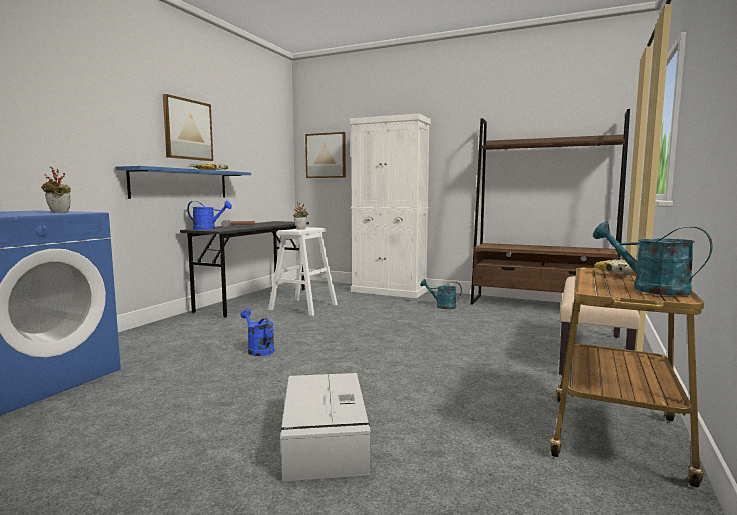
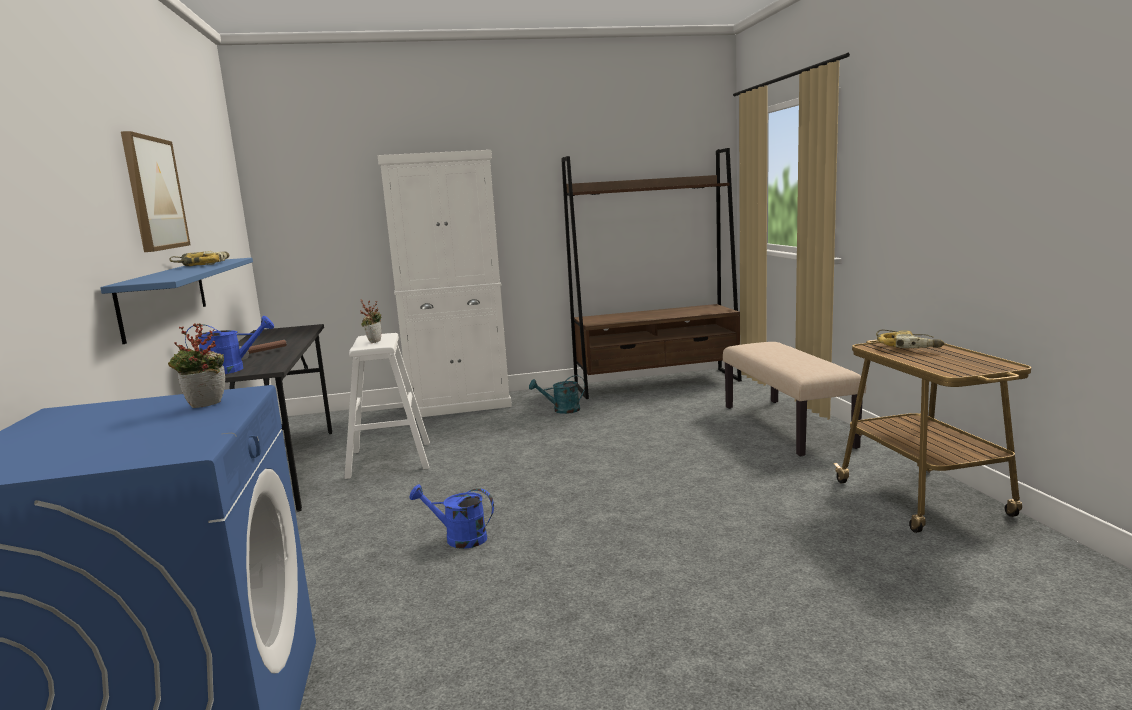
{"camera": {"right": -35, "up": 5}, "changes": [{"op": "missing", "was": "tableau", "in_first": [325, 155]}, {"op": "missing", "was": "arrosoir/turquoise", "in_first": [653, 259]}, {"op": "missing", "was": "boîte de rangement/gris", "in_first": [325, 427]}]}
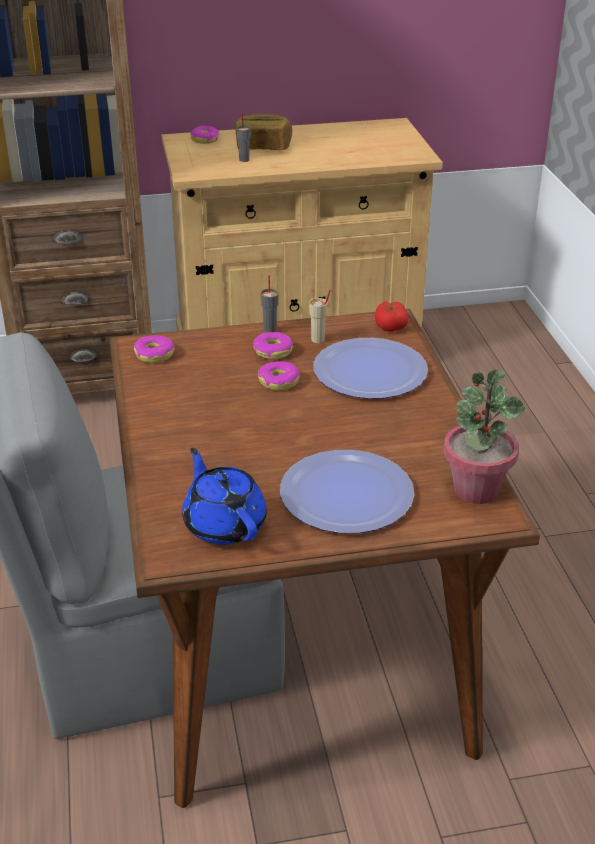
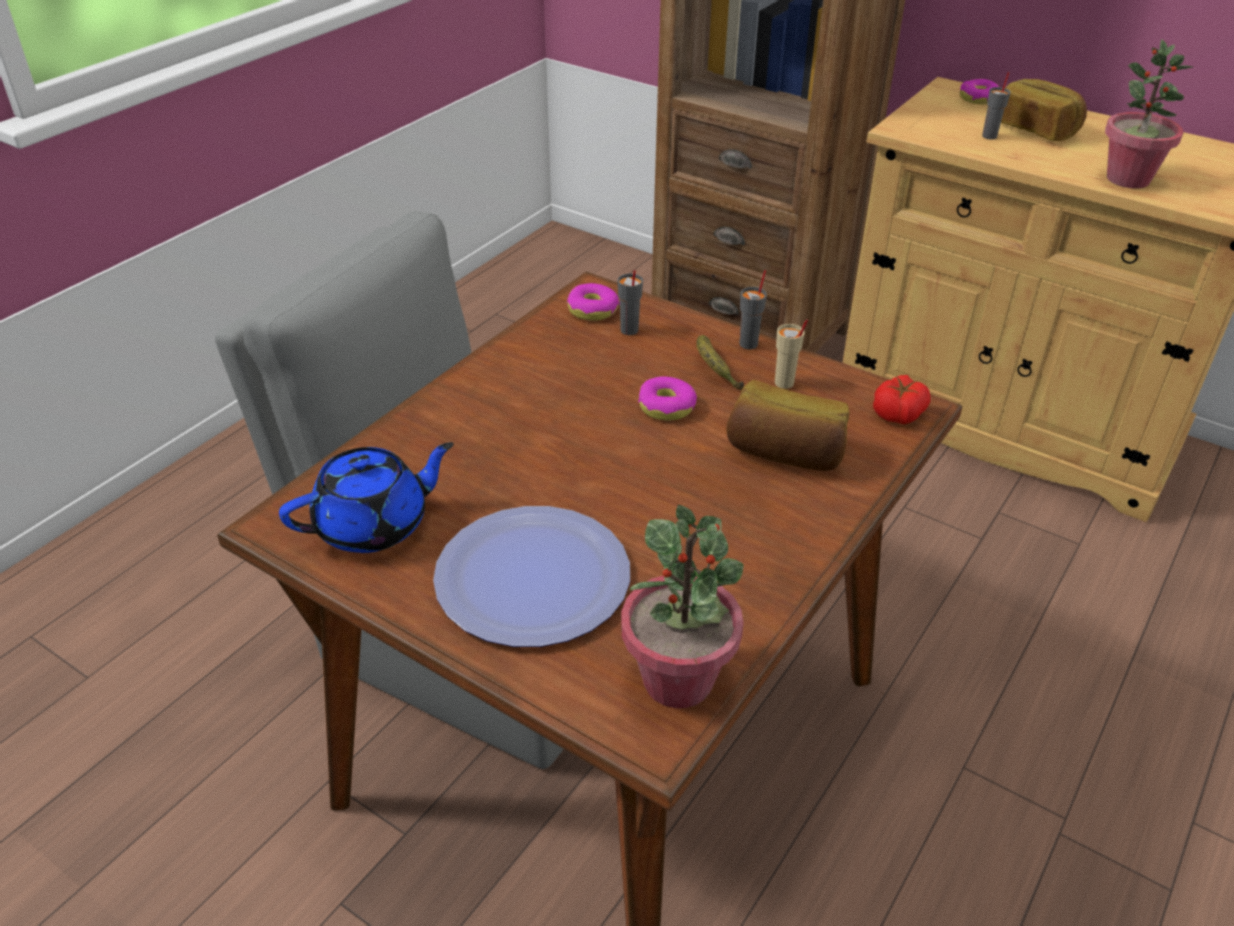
{"camera": {"right": 45, "up": 5}, "changes": [{"op": "exchanged", "was": "beignet", "now": "banane", "in_first": [273, 345], "in_second": [720, 362]}, {"op": "exchanged", "was": "assiette", "now": "pain", "in_first": [370, 368], "in_second": [787, 425]}, {"op": "spun", "was": "théière/bleu", "in_first": [224, 496], "in_second": [366, 497], "clockwise": 45}, {"op": "appeared", "now": "plante en pot", "in_second": [1149, 113]}, {"op": "appeared", "now": "tasse/gris", "in_second": [630, 302]}]}
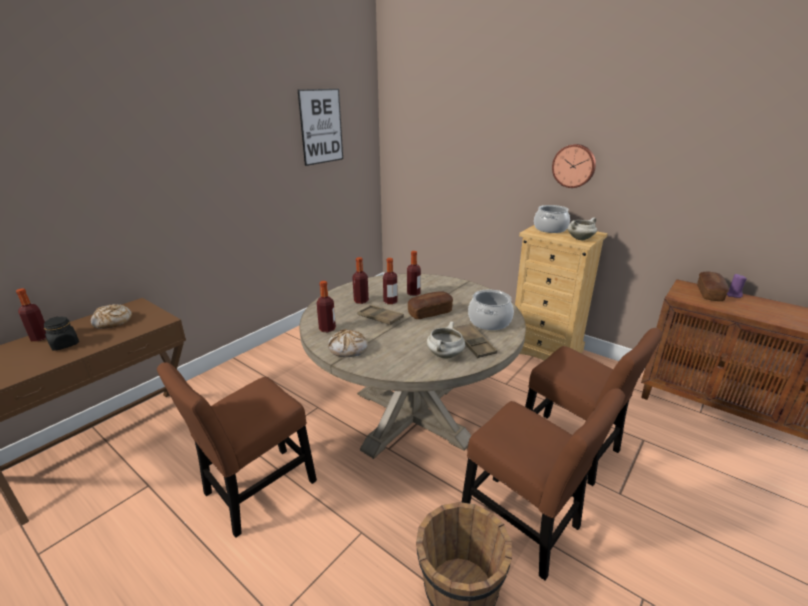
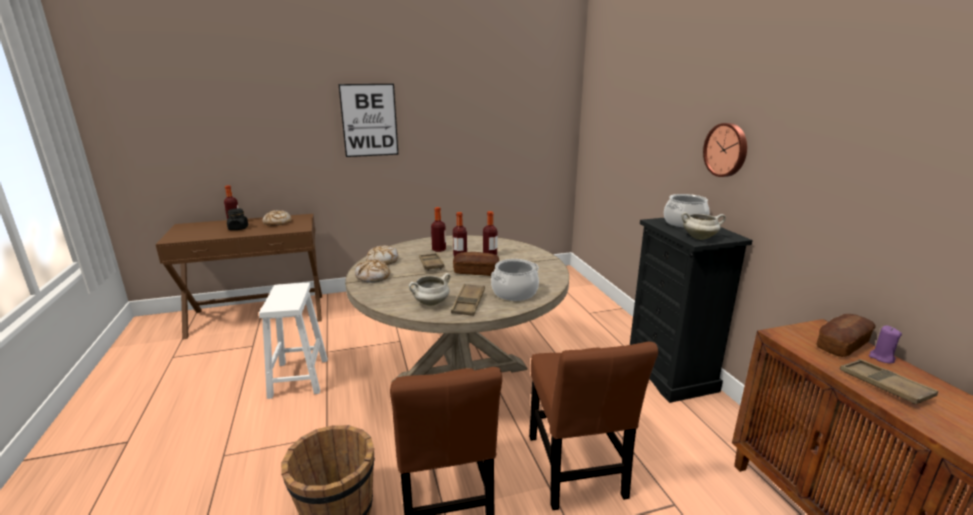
{"camera": {"right": 35, "up": -5}, "changes": [{"op": "relocated", "was": "tableau", "in_first": [320, 127], "in_second": [368, 120]}, {"op": "colour", "was": "commode/beige", "now": "commode/noir", "in_first": [561, 292], "in_second": [691, 310]}, {"op": "exchanged", "was": "bouteille", "now": "pain", "in_first": [326, 306], "in_second": [382, 255]}, {"op": "exchanged", "was": "chaise/marron", "now": "tabouret/blanc", "in_first": [237, 450], "in_second": [293, 341]}, {"op": "appeared", "now": "plateau/marron", "in_second": [889, 381]}]}
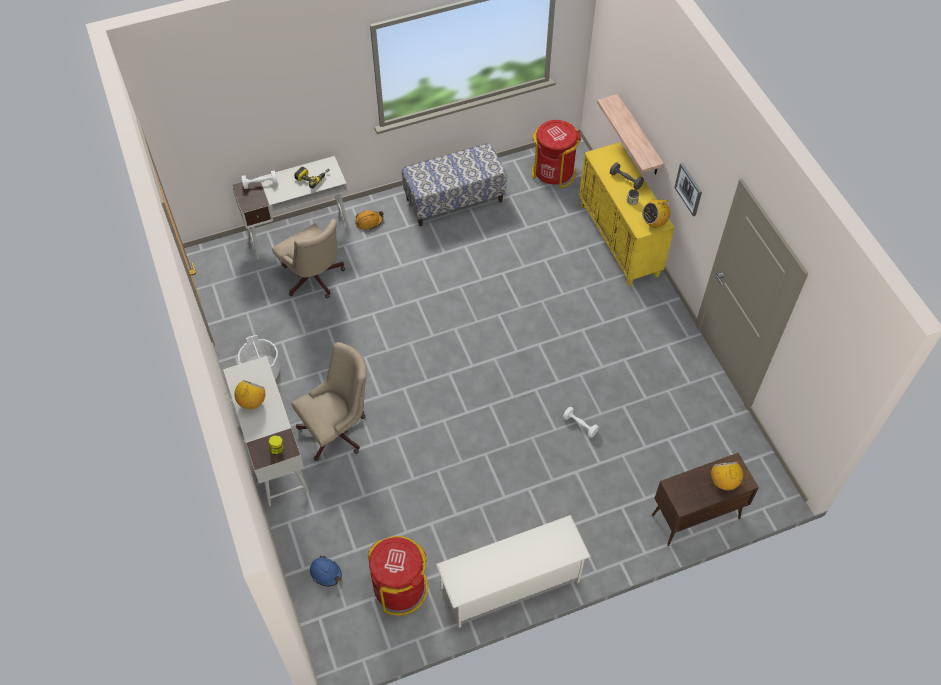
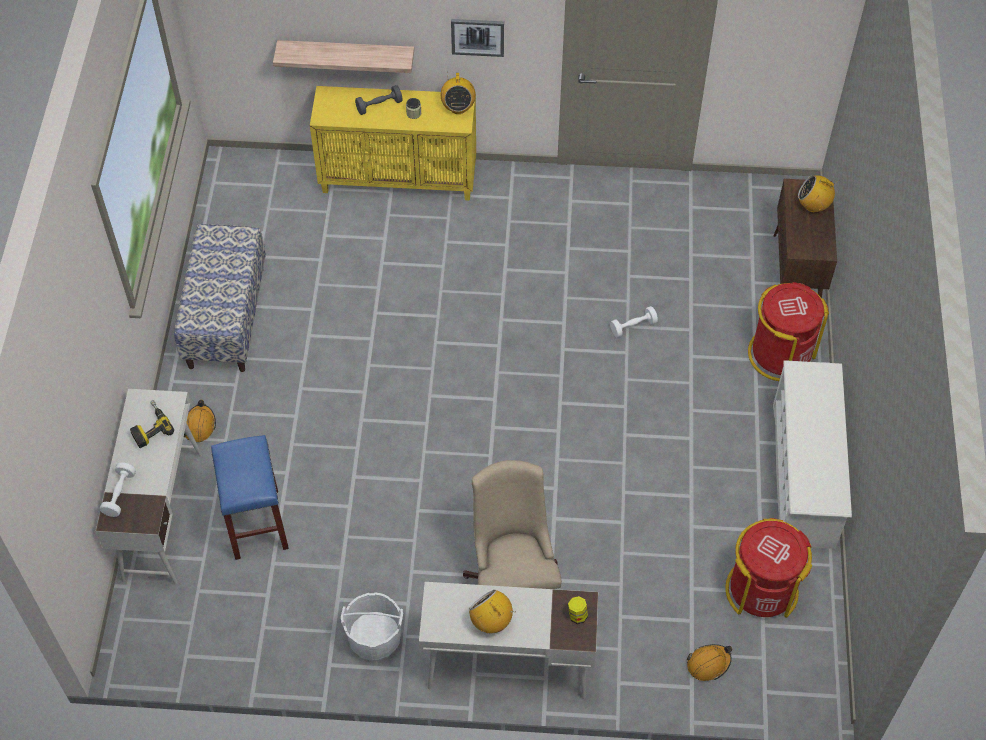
{"camera": {"right": -65, "up": 0}, "changes": [{"op": "relocated", "was": "poubelle/rouge", "in_first": [556, 154], "in_second": [788, 331]}, {"op": "exchanged", "was": "chaise de bureau/beige", "now": "tabouret/bleu", "in_first": [308, 258], "in_second": [250, 497]}, {"op": "colour", "was": "casque de chantier/bleu", "now": "casque de chantier/orange", "in_first": [326, 571], "in_second": [709, 662]}]}
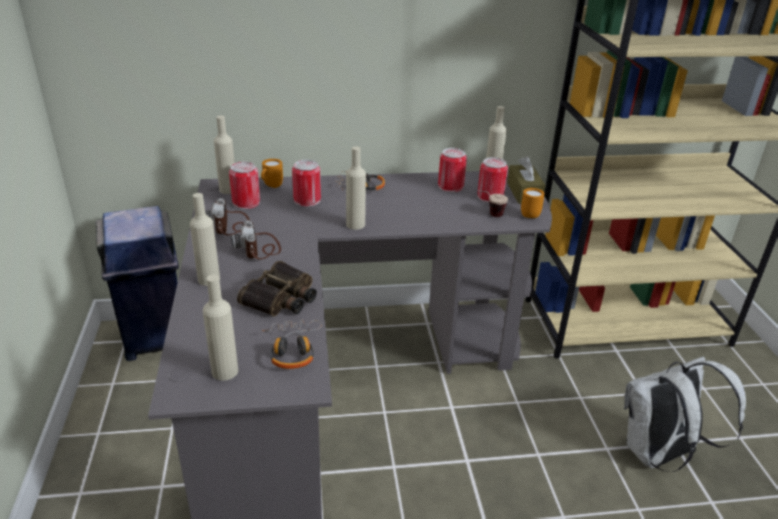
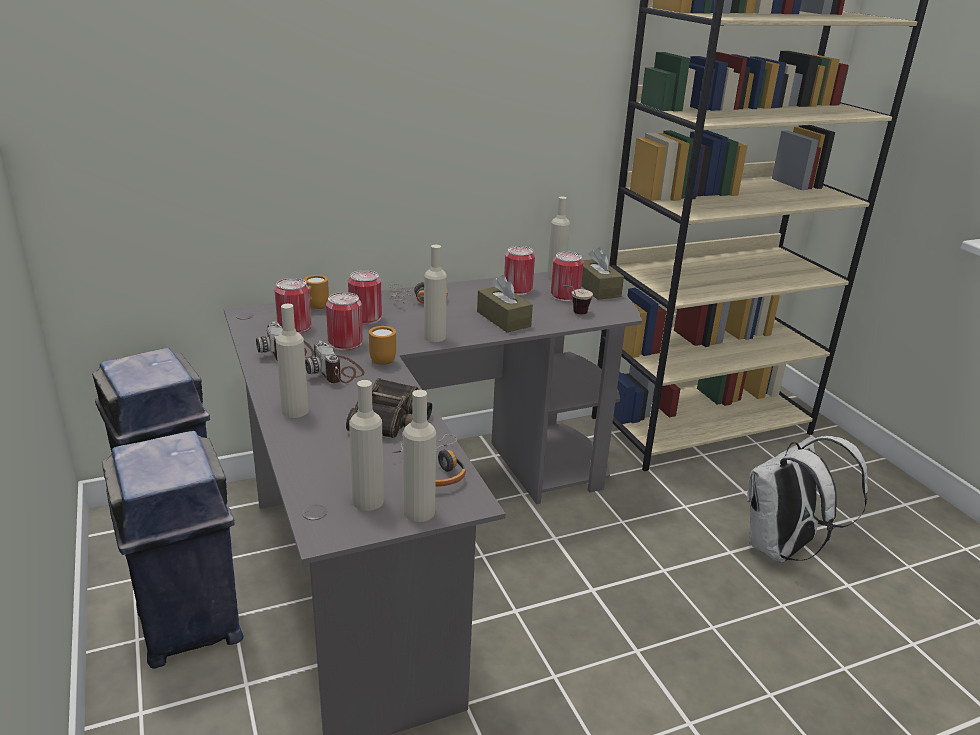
{"camera": {"right": -15, "up": -5}, "changes": [{"op": "relocated", "was": "bouteille/beige", "in_first": [224, 154], "in_second": [419, 456]}, {"op": "relocated", "was": "mug/orange", "in_first": [533, 203], "in_second": [382, 345]}, {"op": "appeared", "now": "boîte à mouchoirs/marron", "in_second": [505, 303]}, {"op": "appeared", "now": "boîte métallique", "in_second": [344, 321]}, {"op": "appeared", "now": "poubelle/bleu", "in_second": [172, 550]}]}
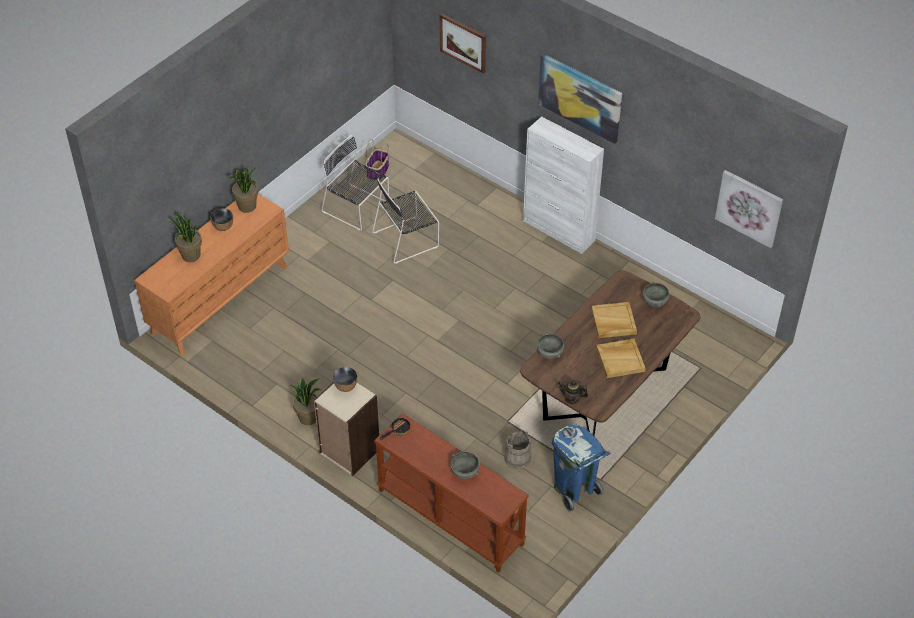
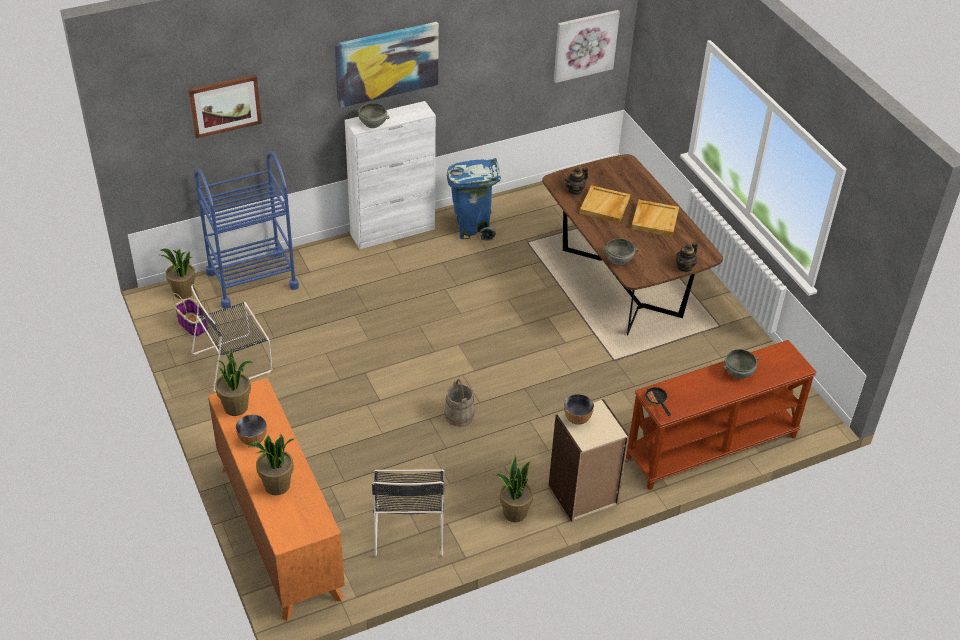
{"camera": {"right": -65, "up": -5}, "changes": [{"op": "relocated", "was": "chaise/noir", "in_first": [405, 221], "in_second": [408, 513]}, {"op": "relocated", "was": "bol/gris", "in_first": [656, 294], "in_second": [373, 115]}, {"op": "relocated", "was": "poubelle/bleu", "in_first": [581, 468], "in_second": [474, 199]}, {"op": "relocated", "was": "seau/beige", "in_first": [517, 449], "in_second": [459, 403]}, {"op": "appeared", "now": "chariot/bleu", "in_second": [247, 230]}, {"op": "appeared", "now": "théière", "in_second": [576, 181]}, {"op": "appeared", "now": "plante en pot", "in_second": [177, 273]}]}
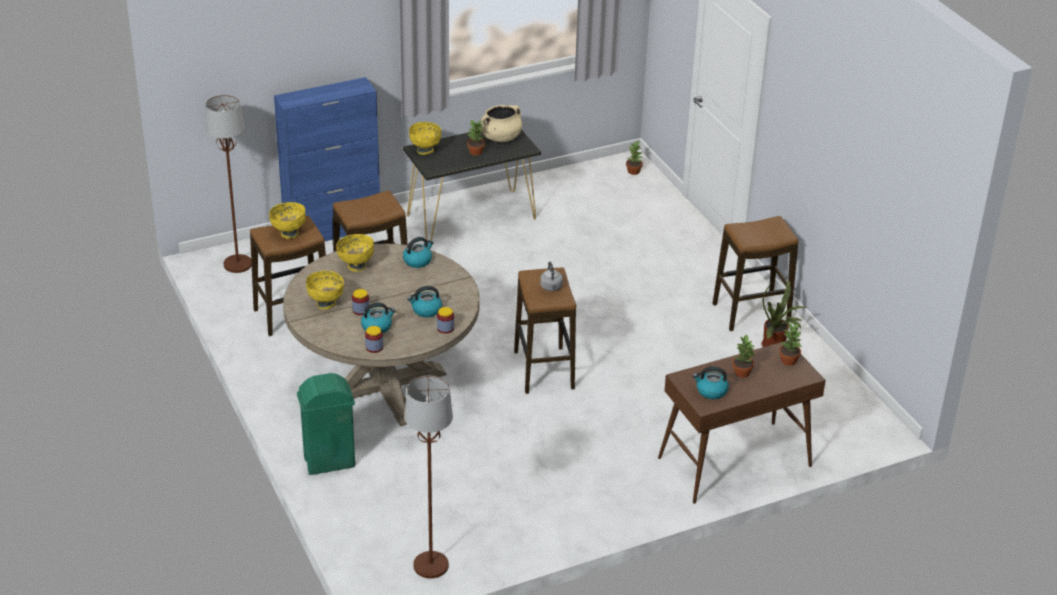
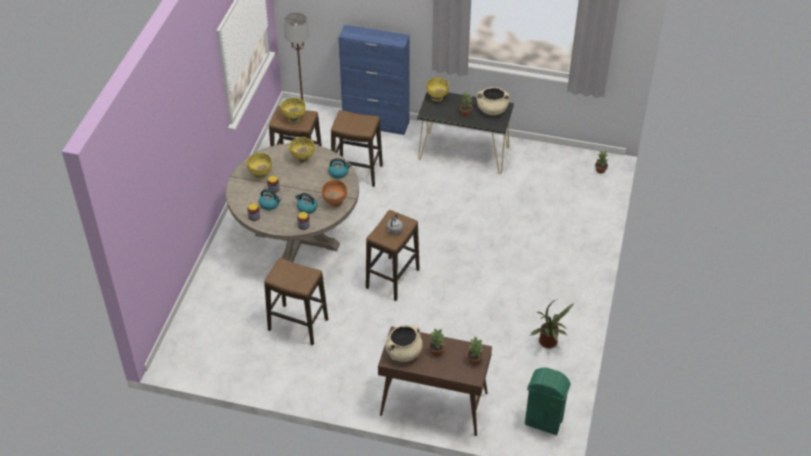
{"camera": {"right": 40, "up": 10}, "changes": [{"op": "relocated", "was": "tabouret", "in_first": [755, 273], "in_second": [296, 301]}, {"op": "exchanged", "was": "bouilloire", "now": "marmite/beige", "in_first": [711, 382], "in_second": [404, 343]}, {"op": "relocated", "was": "poubelle/vert", "in_first": [326, 424], "in_second": [548, 401]}, {"op": "missing", "was": "lampadaire/marron", "in_first": [429, 477]}, {"op": "appeared", "now": "bol/orange", "in_second": [334, 193]}]}
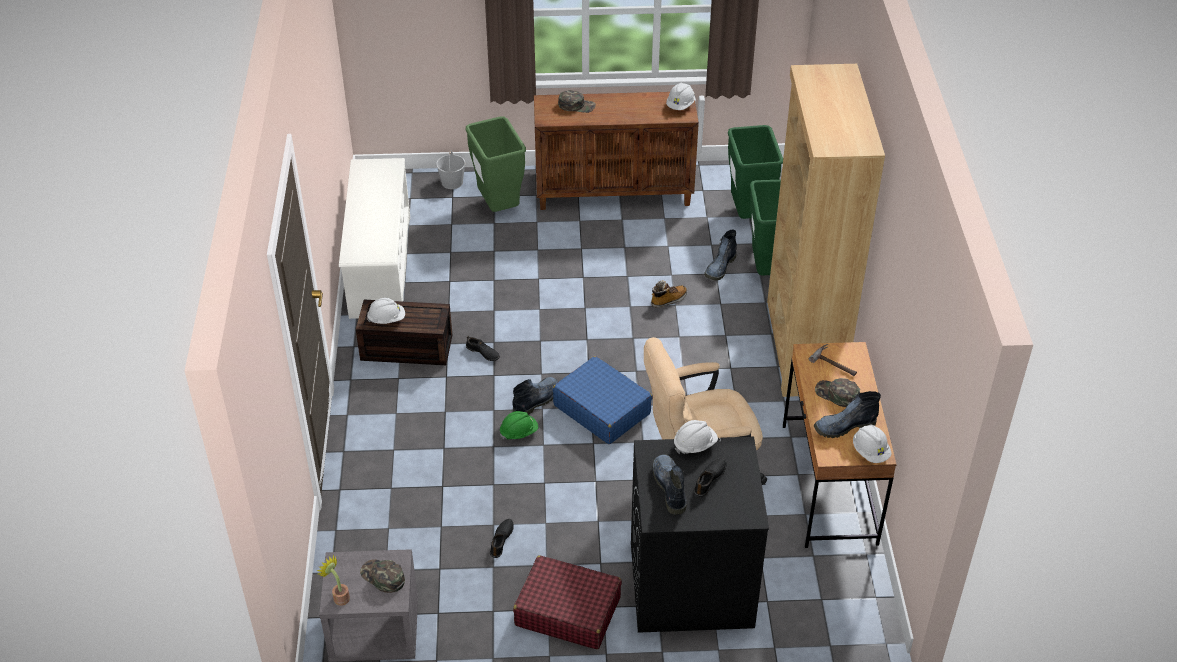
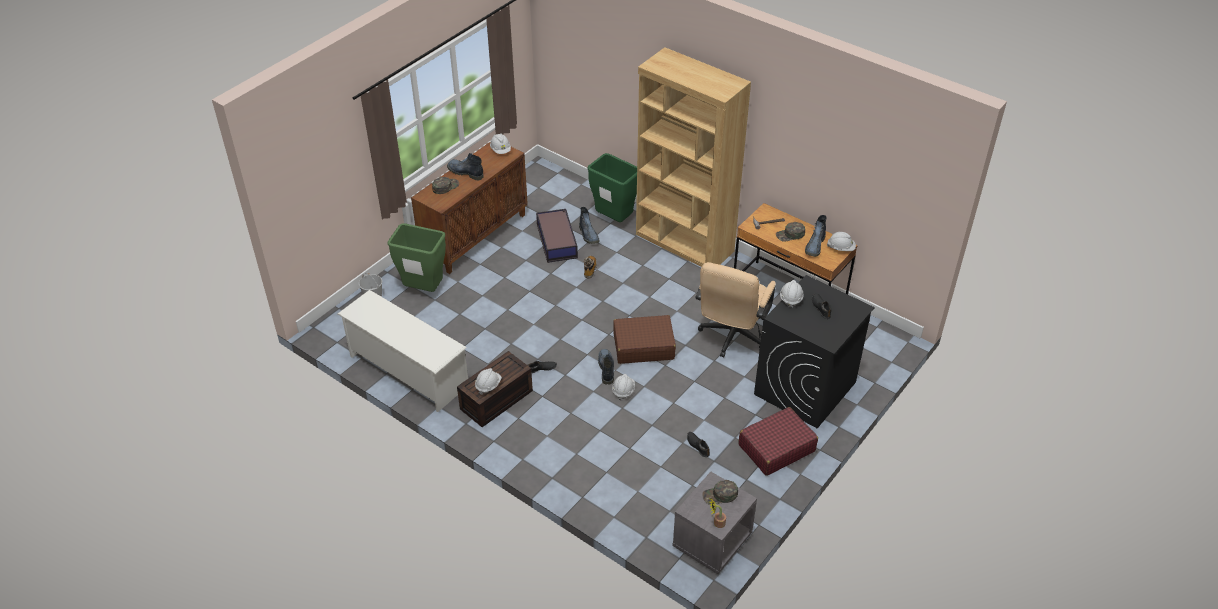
{"camera": {"right": -50, "up": 0}, "changes": [{"op": "missing", "was": "poubelle/vert", "in_first": [755, 172]}, {"op": "colour", "was": "valise/bleu", "now": "valise/marron", "in_first": [602, 400], "in_second": [644, 339]}, {"op": "colour", "was": "casque de chantier/vert", "now": "casque de chantier/blanc", "in_first": [519, 425], "in_second": [623, 387]}, {"op": "relocated", "was": "botte", "in_first": [670, 485], "in_second": [465, 166]}, {"op": "appeared", "now": "boîte de rangement", "in_second": [557, 236]}]}
